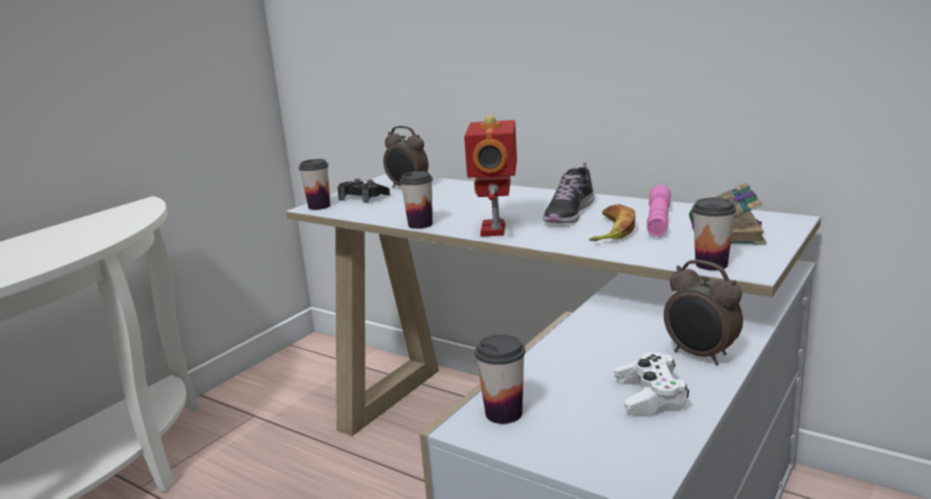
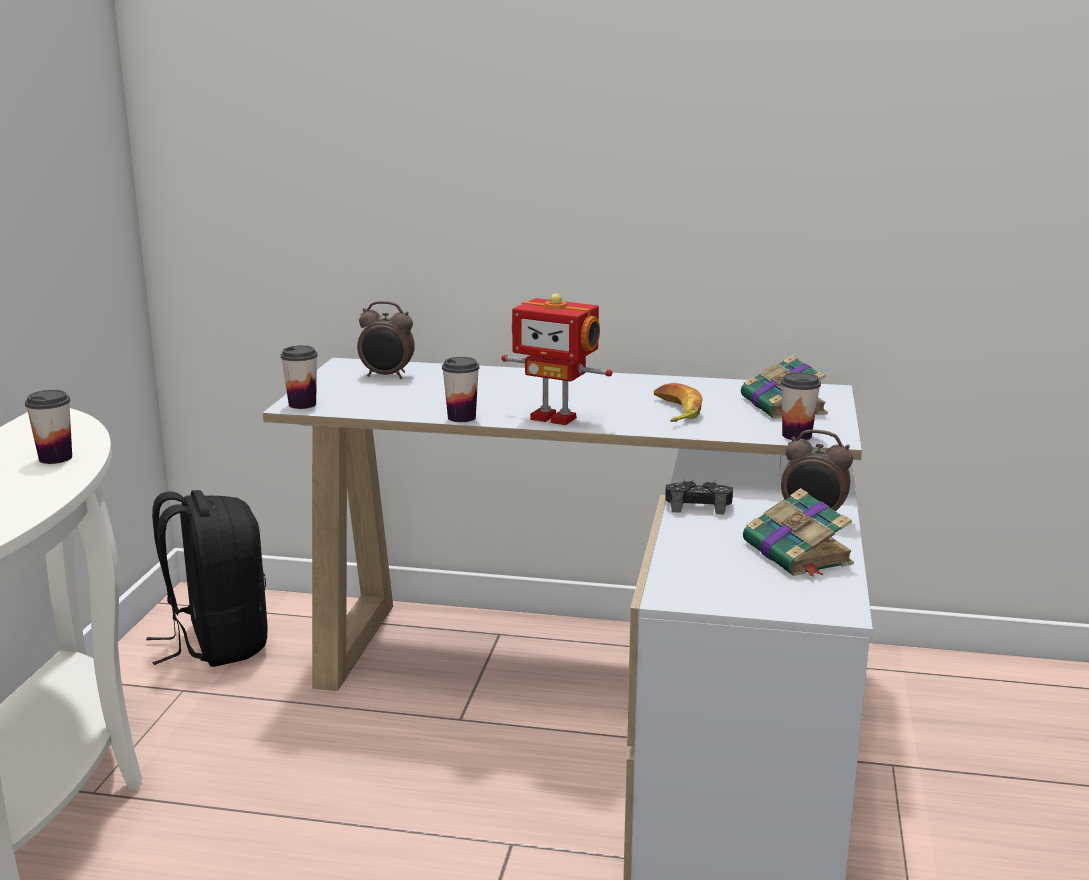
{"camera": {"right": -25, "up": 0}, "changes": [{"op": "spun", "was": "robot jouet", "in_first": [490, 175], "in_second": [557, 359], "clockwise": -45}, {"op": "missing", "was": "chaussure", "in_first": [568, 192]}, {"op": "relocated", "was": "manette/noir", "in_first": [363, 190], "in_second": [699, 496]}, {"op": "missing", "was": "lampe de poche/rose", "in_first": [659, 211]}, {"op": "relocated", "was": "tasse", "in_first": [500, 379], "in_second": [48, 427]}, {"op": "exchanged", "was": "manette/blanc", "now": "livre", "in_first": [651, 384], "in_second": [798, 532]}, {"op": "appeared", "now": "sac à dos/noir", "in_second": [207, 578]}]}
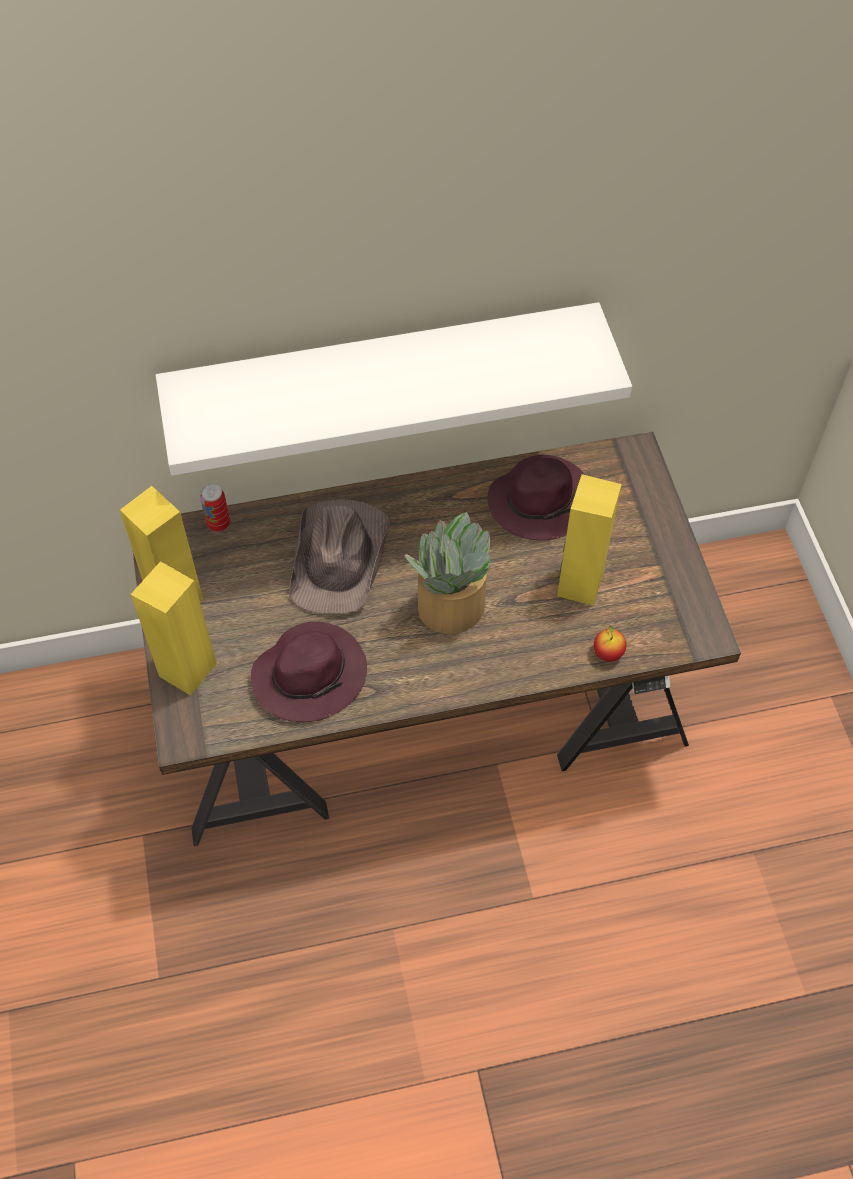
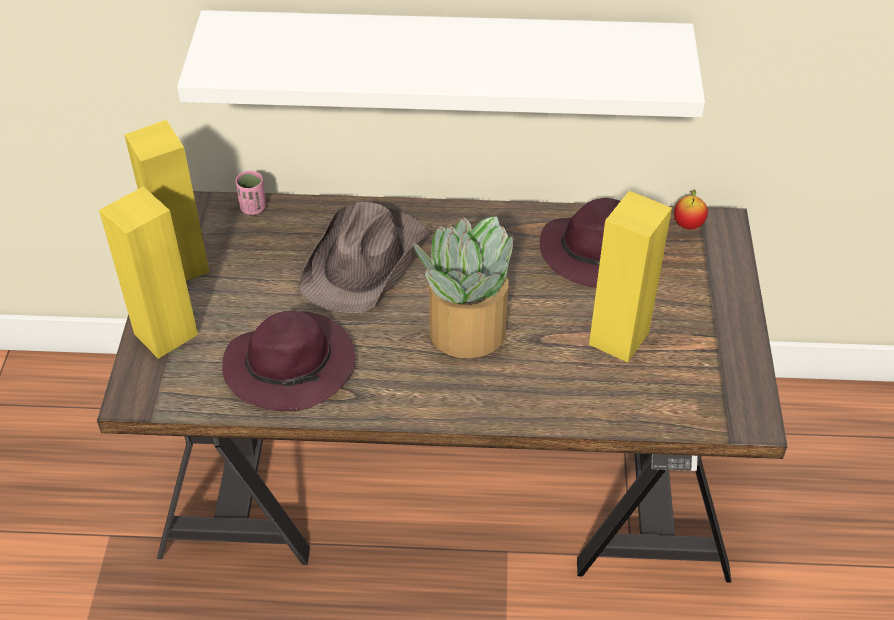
{"camera": {"right": 15, "up": -10}, "changes": [{"op": "exchanged", "was": "boîte métallique", "now": "tasse/rose", "in_first": [215, 508], "in_second": [250, 193]}, {"op": "relocated", "was": "pomme", "in_first": [610, 644], "in_second": [691, 209]}]}
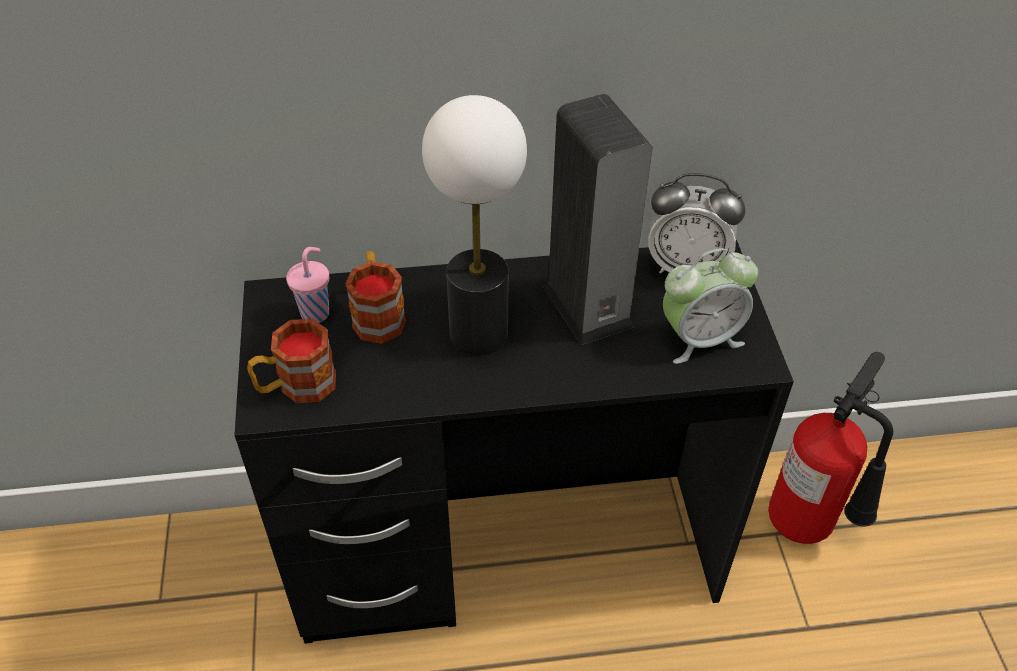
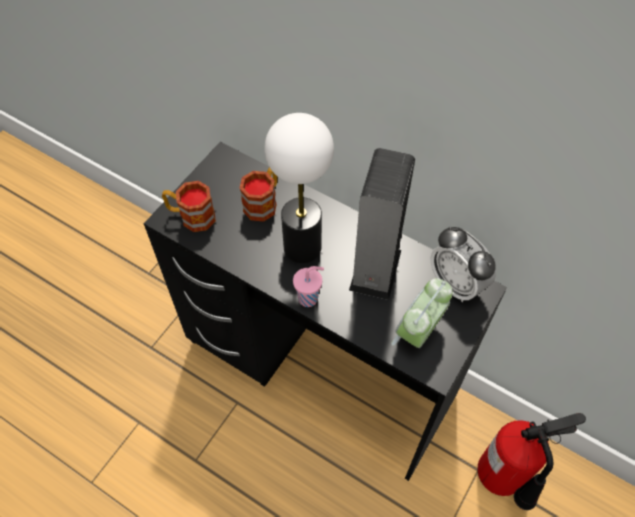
{"camera": {"right": 40, "up": 10}, "changes": [{"op": "relocated", "was": "tasse/rose", "in_first": [307, 285], "in_second": [308, 286]}, {"op": "spun", "was": "réveil", "in_first": [710, 306], "in_second": [422, 313], "clockwise": 105}]}
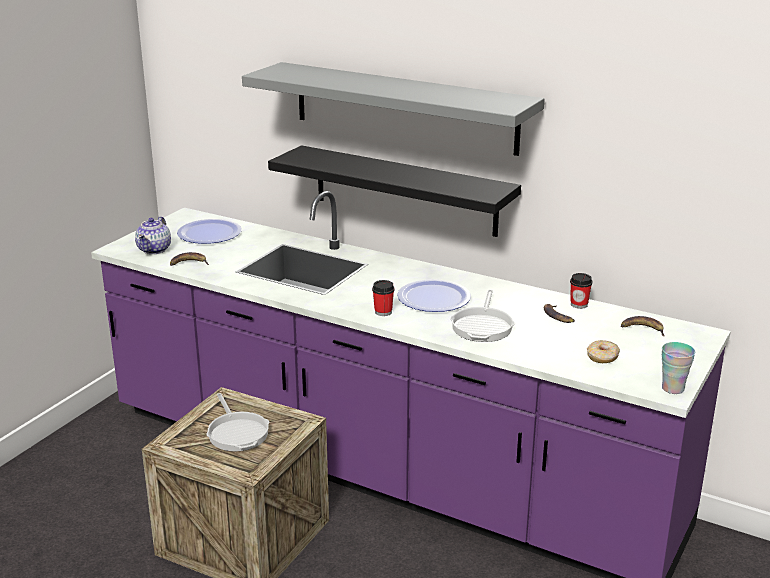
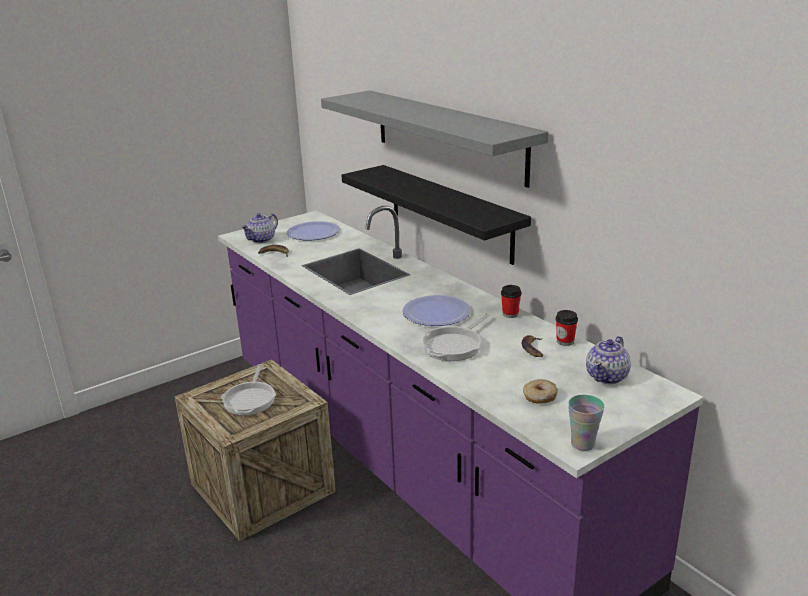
{"camera": {"right": 25, "up": 0}, "changes": [{"op": "relocated", "was": "tasse", "in_first": [383, 298], "in_second": [511, 301]}, {"op": "exchanged", "was": "banane", "now": "théière", "in_first": [642, 326], "in_second": [608, 360]}]}
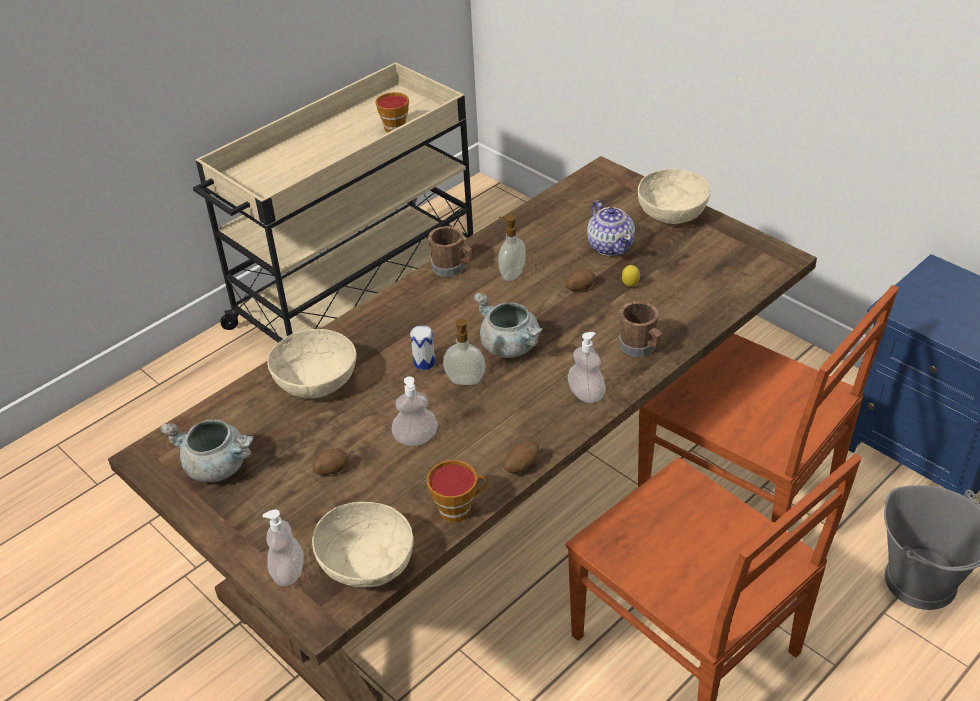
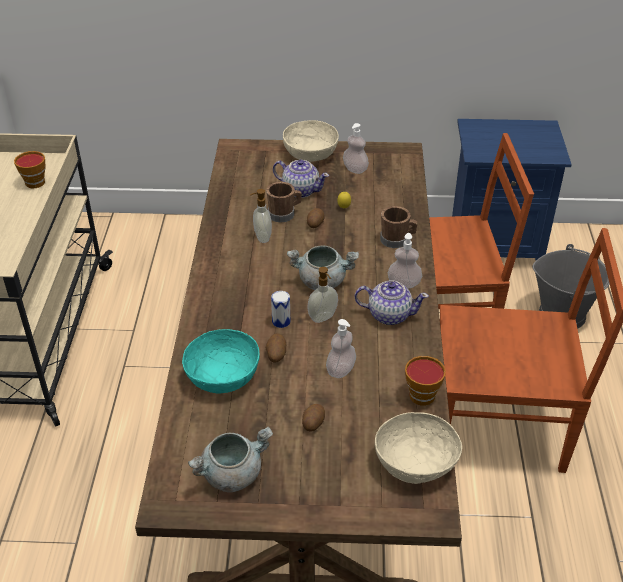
{"camera": {"right": -45, "up": 0}, "changes": [{"op": "relocated", "was": "mug/marron", "in_first": [450, 251], "in_second": [284, 202]}, {"op": "colour", "was": "bol/beige", "now": "bol/turquoise", "in_first": [312, 364], "in_second": [221, 361]}, {"op": "relocated", "was": "pomme de terre", "in_first": [521, 457], "in_second": [276, 348]}, {"op": "relocated", "was": "distributeur de savon", "in_first": [282, 547], "in_second": [356, 148]}, {"op": "appeared", "now": "théière", "in_second": [392, 302]}]}
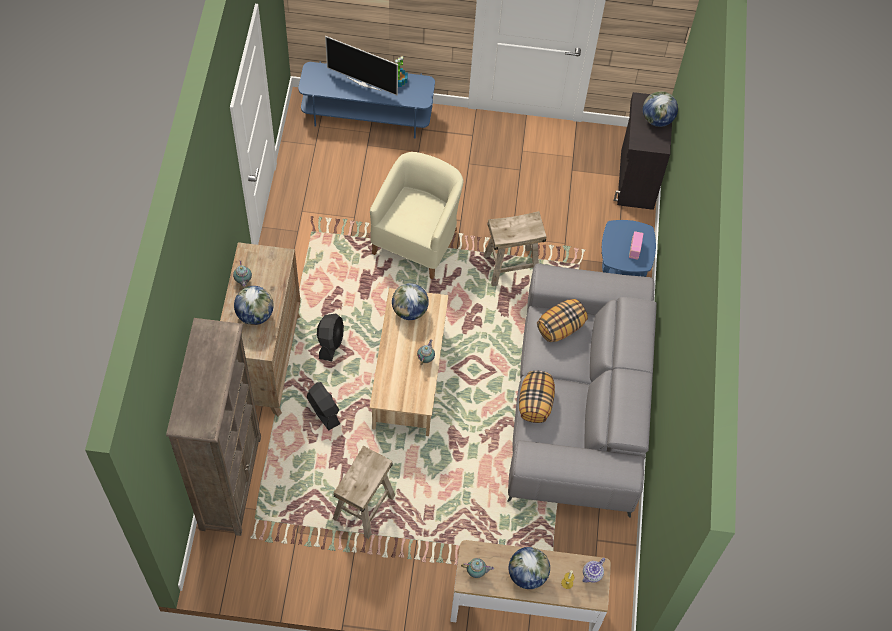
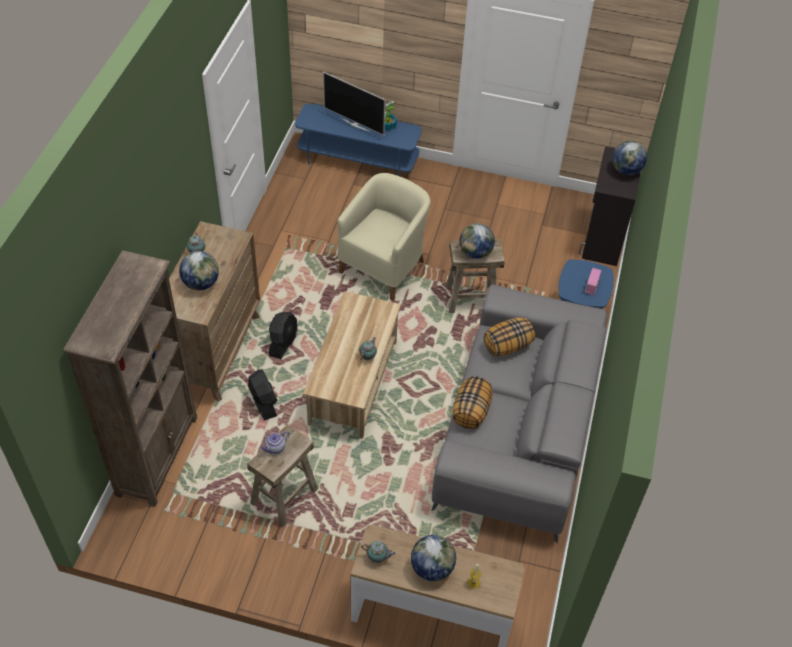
{"camera": {"right": 10, "up": -10}, "changes": [{"op": "relocated", "was": "globe", "in_first": [410, 301], "in_second": [477, 241]}, {"op": "relocated", "was": "théière", "in_first": [594, 570], "in_second": [275, 442]}]}
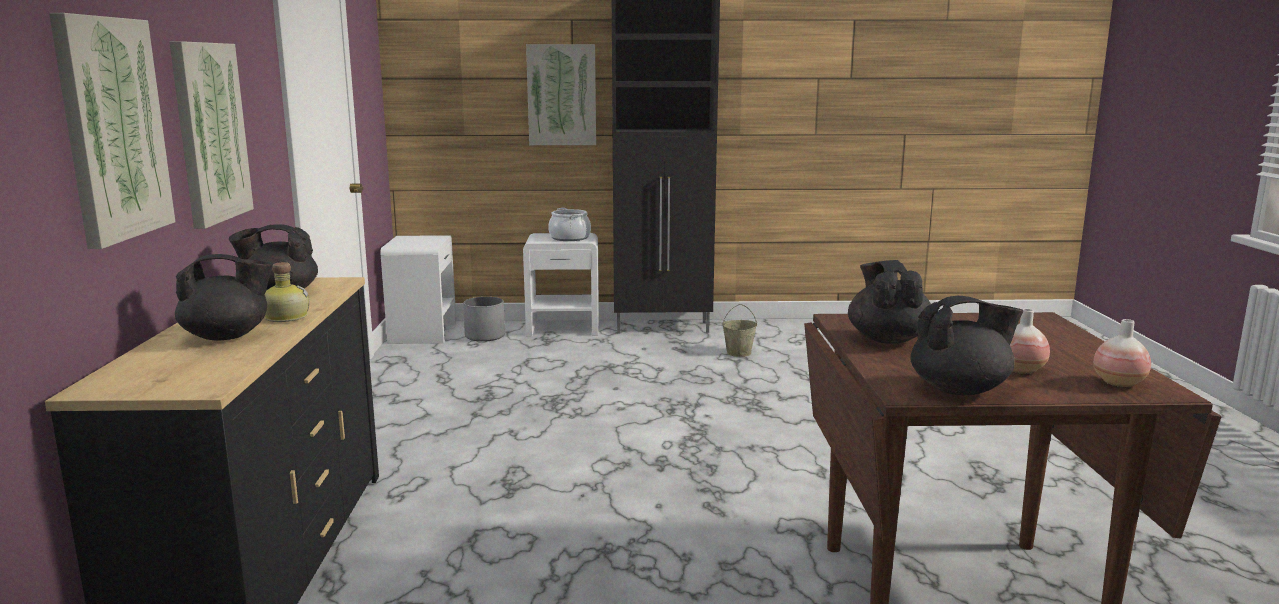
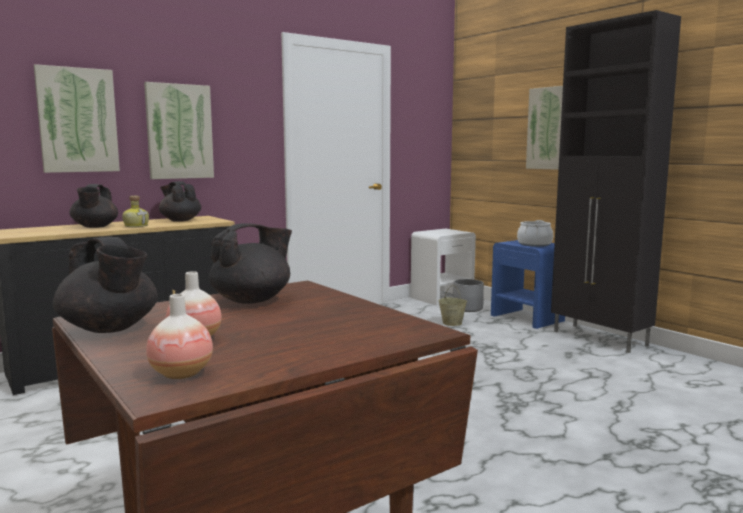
{"camera": {"right": 55, "up": -5}, "changes": [{"op": "colour", "was": "table de chevet/blanc", "now": "table de chevet/bleu", "in_first": [561, 284], "in_second": [528, 284]}, {"op": "spun", "was": "théière/noir", "in_first": [224, 297], "in_second": [93, 206], "clockwise": 45}, {"op": "relocated", "was": "seau/beige", "in_first": [739, 330], "in_second": [452, 305]}]}
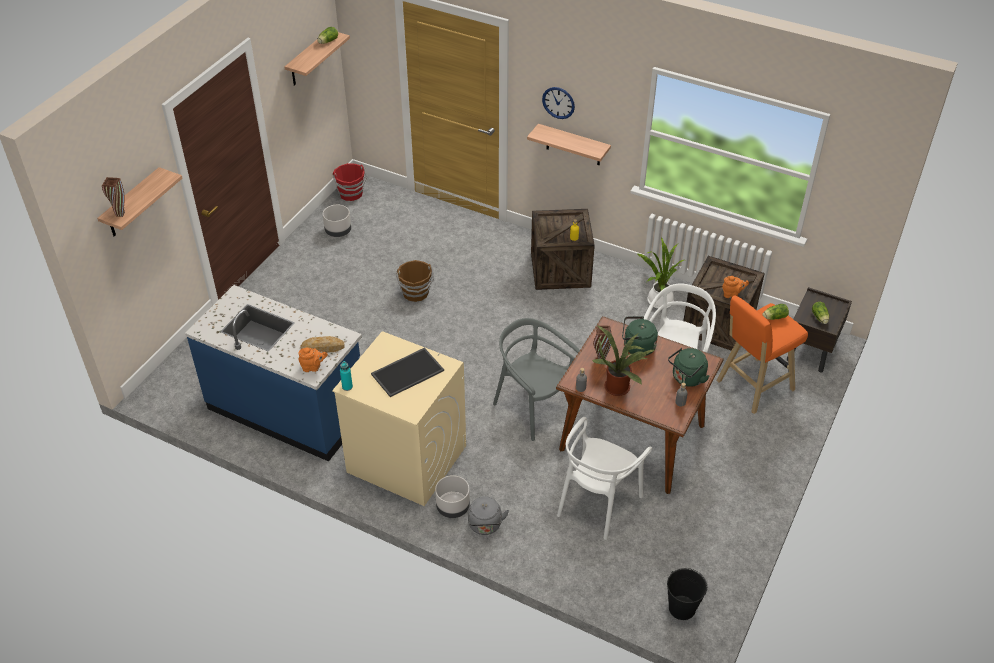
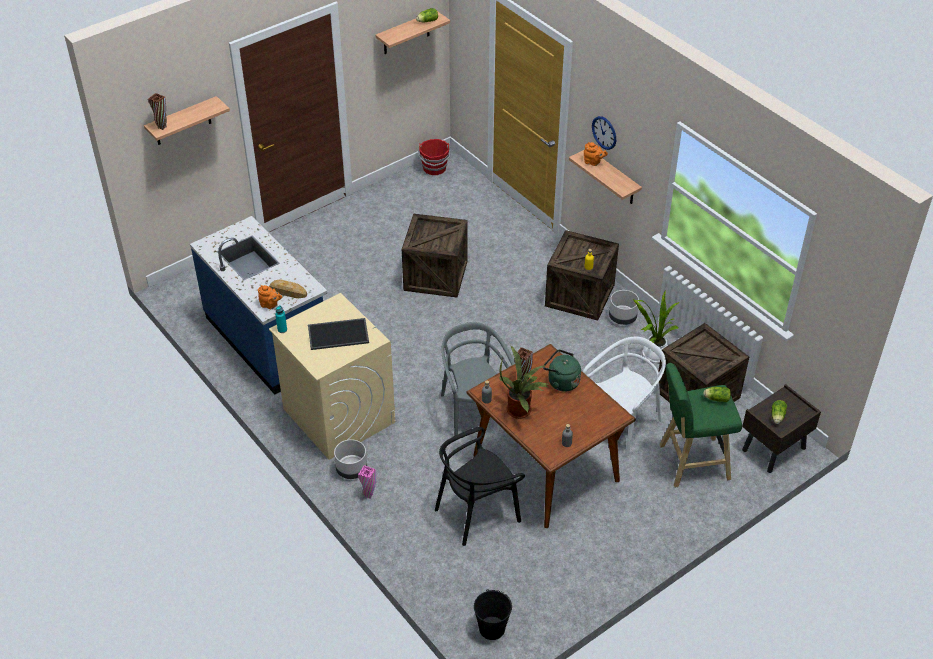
{"camera": {"right": 25, "up": 0}, "changes": [{"op": "relocated", "was": "cache-pot/gris", "in_first": [337, 221], "in_second": [624, 307]}, {"op": "exchanged", "was": "seau/marron", "now": "caisse", "in_first": [415, 281], "in_second": [435, 256]}, {"op": "relocated", "was": "théière/orange", "in_first": [735, 287], "in_second": [596, 154]}, {"op": "colour", "was": "tabouret/orange", "now": "tabouret/vert", "in_first": [762, 355], "in_second": [701, 425]}, {"op": "missing", "was": "bouilloire/vert", "in_first": [689, 367]}, {"op": "colour", "was": "chaise/blanc", "now": "chaise/noir", "in_first": [604, 478], "in_second": [480, 486]}, {"op": "exchanged", "was": "bouilloire/gris", "now": "vase/rose", "in_first": [488, 515], "in_second": [367, 482]}]}
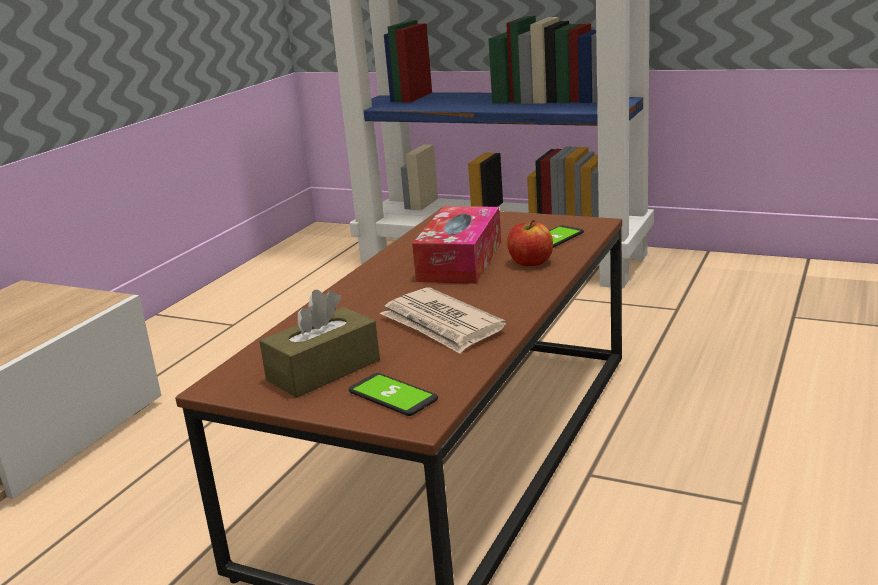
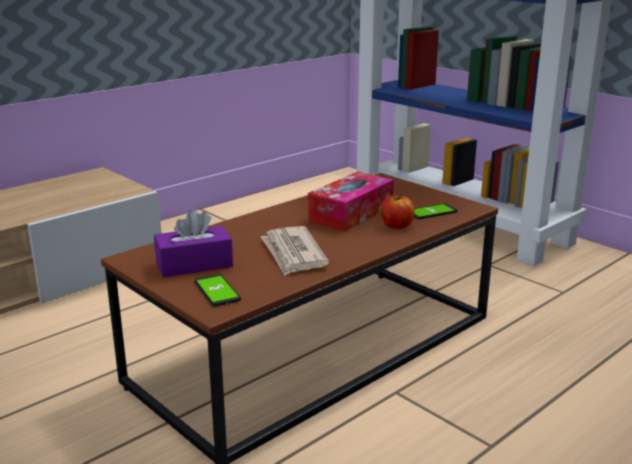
{"camera": {"right": 20, "up": 0}, "changes": [{"op": "colour", "was": "boîte à mouchoirs/marron", "now": "boîte à mouchoirs/violet", "in_first": [319, 344], "in_second": [193, 243]}]}
